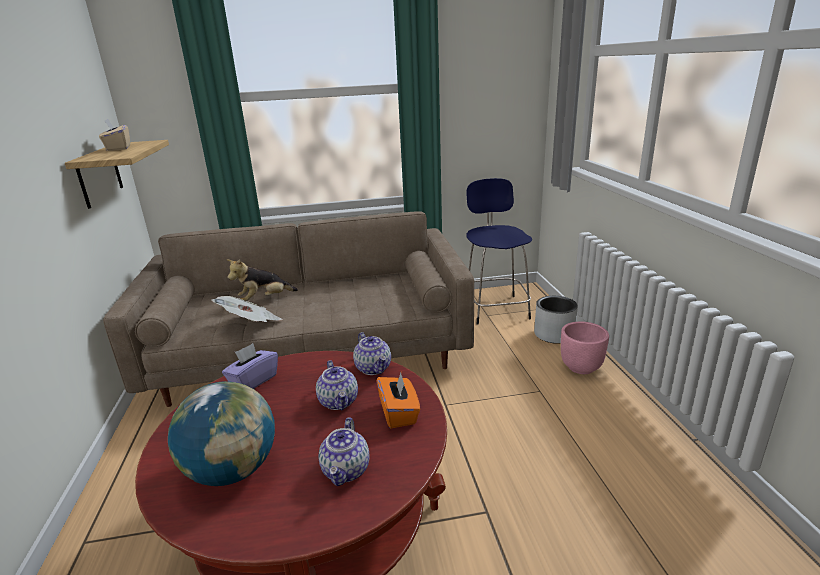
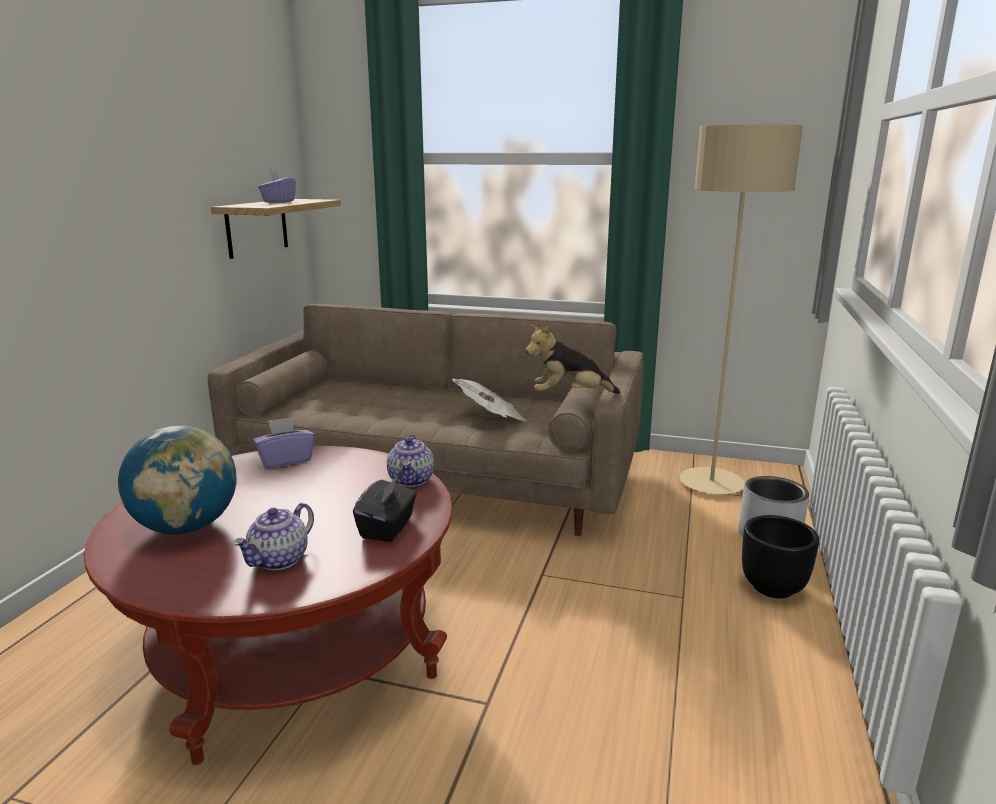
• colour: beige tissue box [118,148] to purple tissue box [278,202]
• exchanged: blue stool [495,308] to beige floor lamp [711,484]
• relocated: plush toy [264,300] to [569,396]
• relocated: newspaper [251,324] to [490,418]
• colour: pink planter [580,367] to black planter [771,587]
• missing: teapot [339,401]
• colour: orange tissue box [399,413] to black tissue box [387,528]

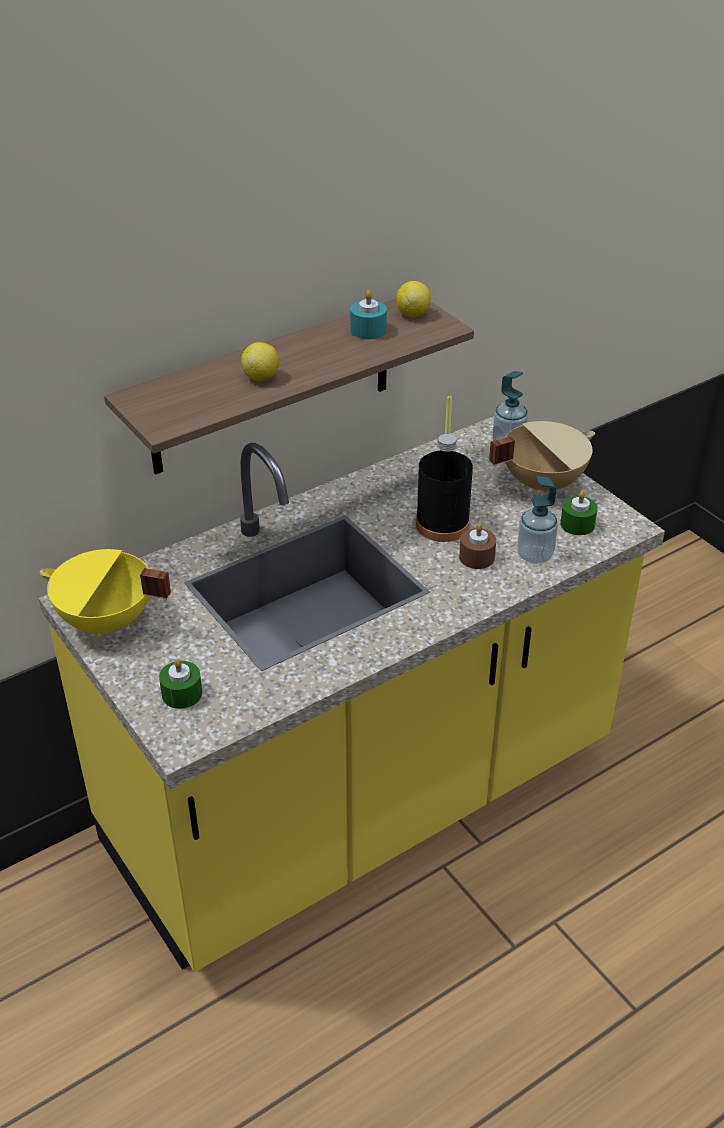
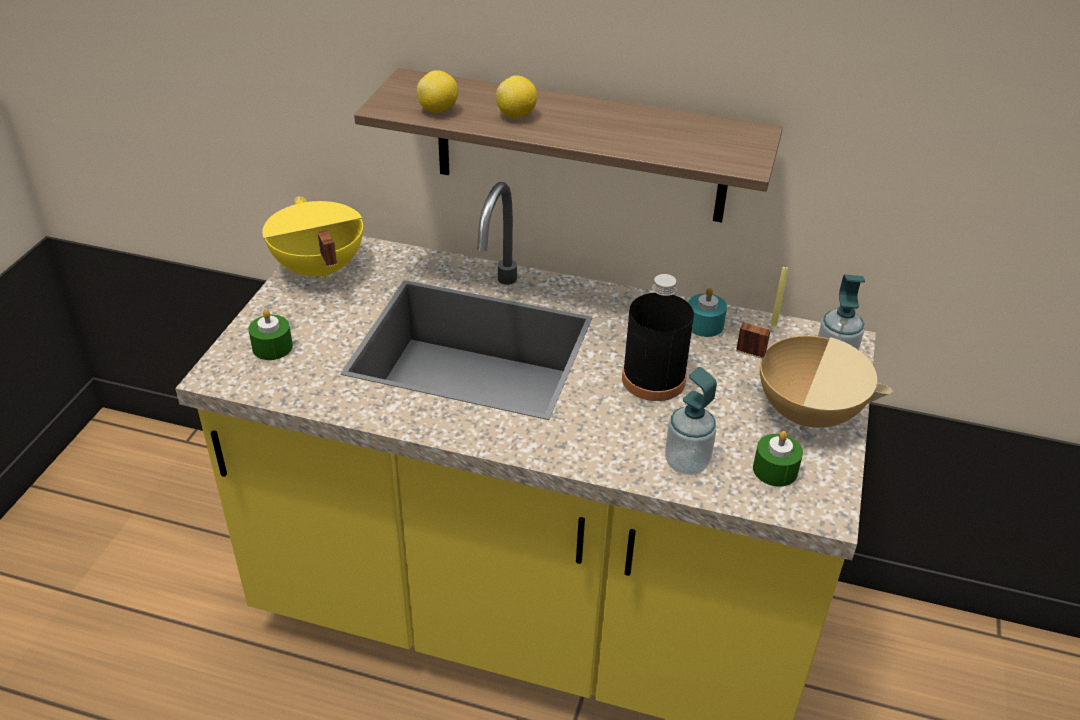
• relocated: lemon [413,314] to [438,110]
• relocated: turquoise candle [368,330] to [704,325]
• missing: brown candle [476,557]

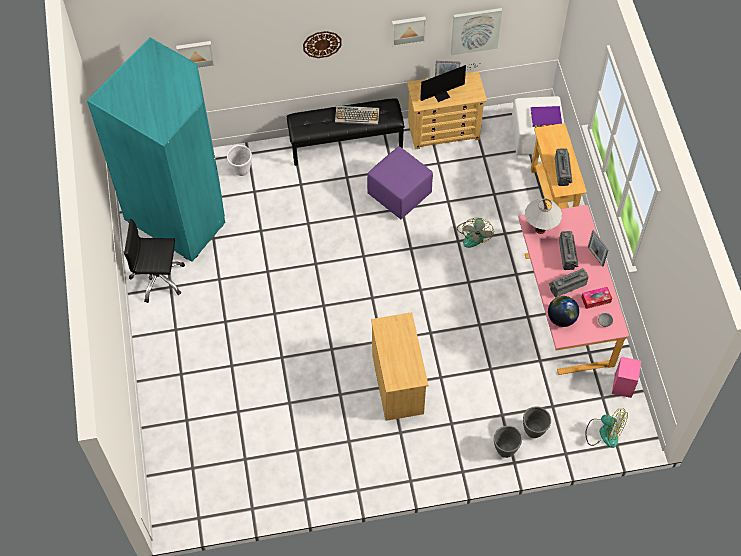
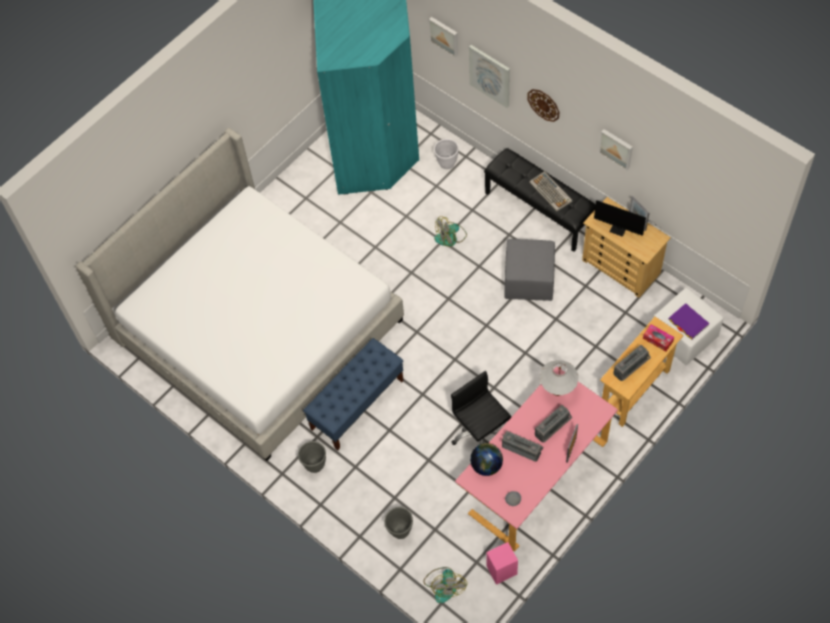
• relocated: picture [475,30] to [490,75]
• colour: purple ottoman [398,194] to grey ottoman [528,280]
• relocated: fan [474,235] to [450,237]
• relocated: black office chair [158,279] to [481,434]
• relocated: tissue box [596,299] to [657,340]
• exchanged: beige dresser [397,383] to blue bench [357,404]
• relocated: grey planter [505,450] to [314,465]
• appeared: bed [257,328]

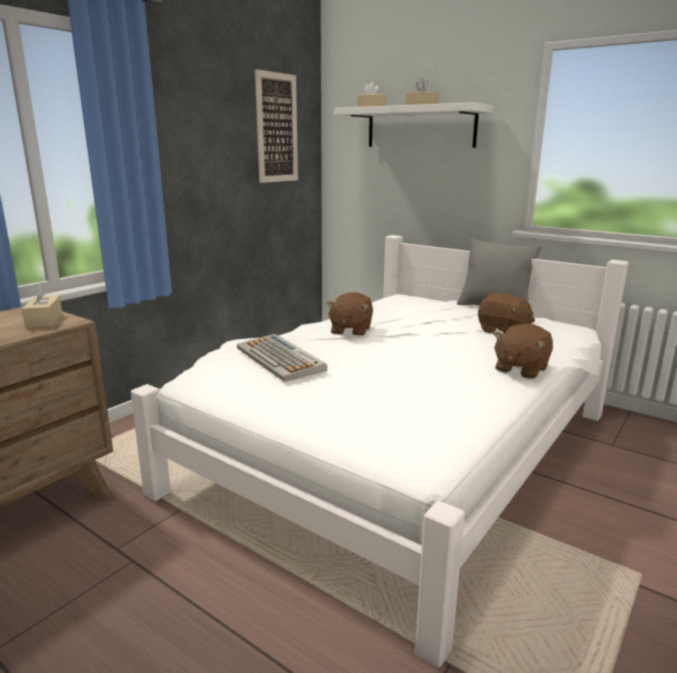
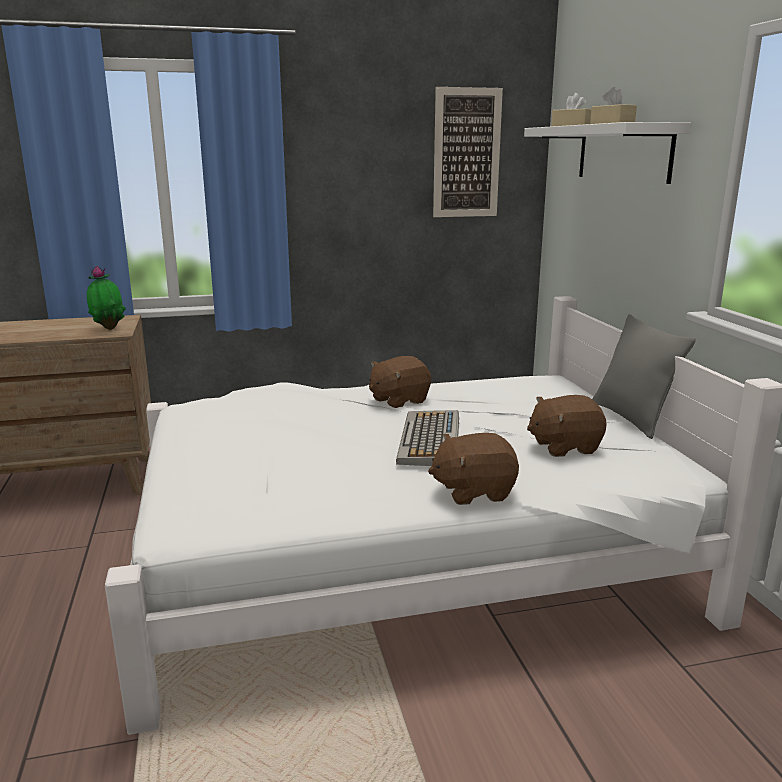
• exchanged: beige tissue box [44,320] to potted plant [109,328]
• spun: brown plush toy [503,331] = [564,446] 90 degrees clockwise
• relocated: keyboard [281,359] to [431,440]

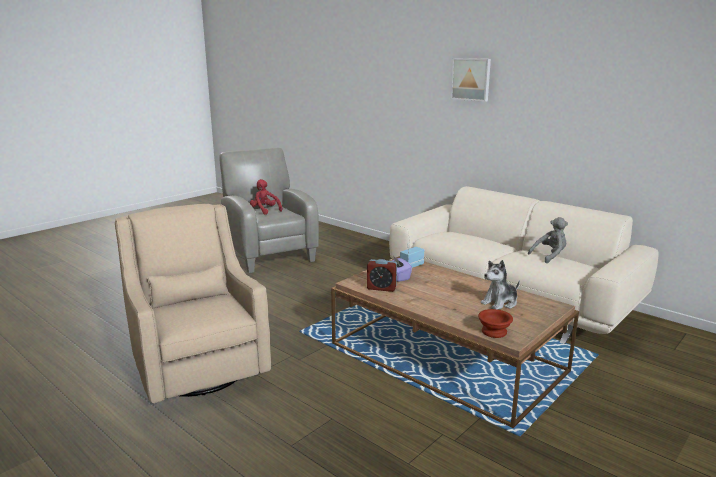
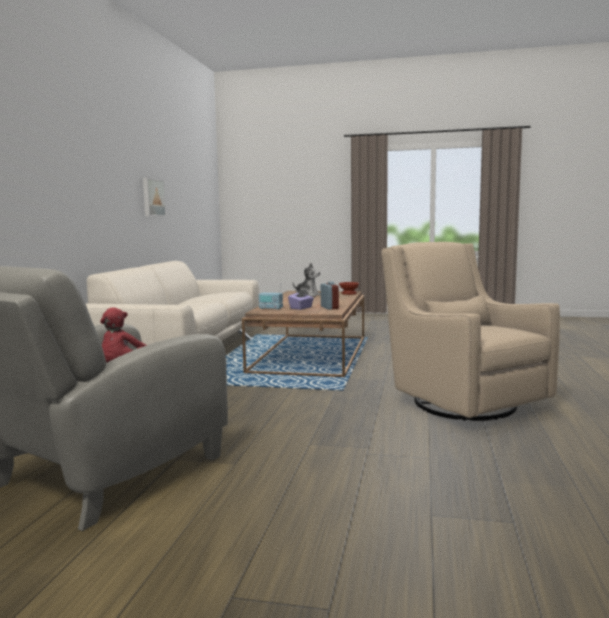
• relocated: picture [471,79] to [152,197]
• spun: beige armchair [198,367] = [461,402] 120 degrees clockwise
• missing: grey plush toy [550,256]

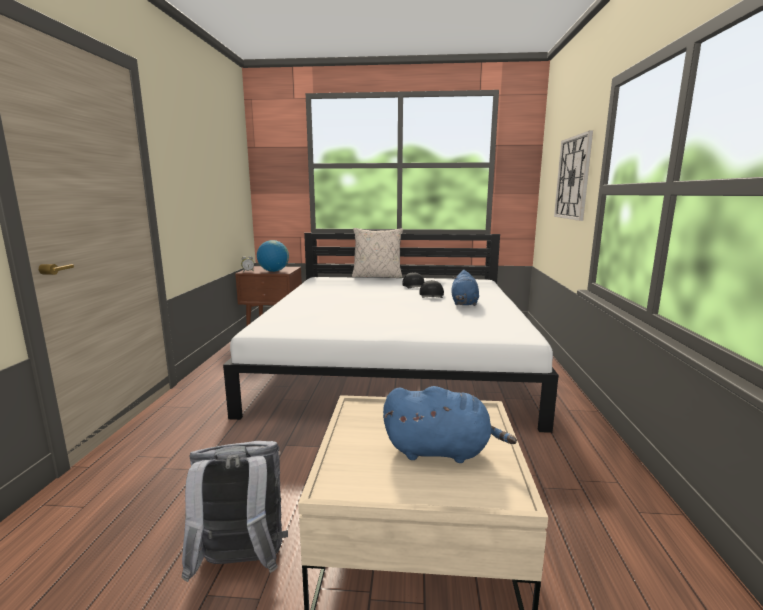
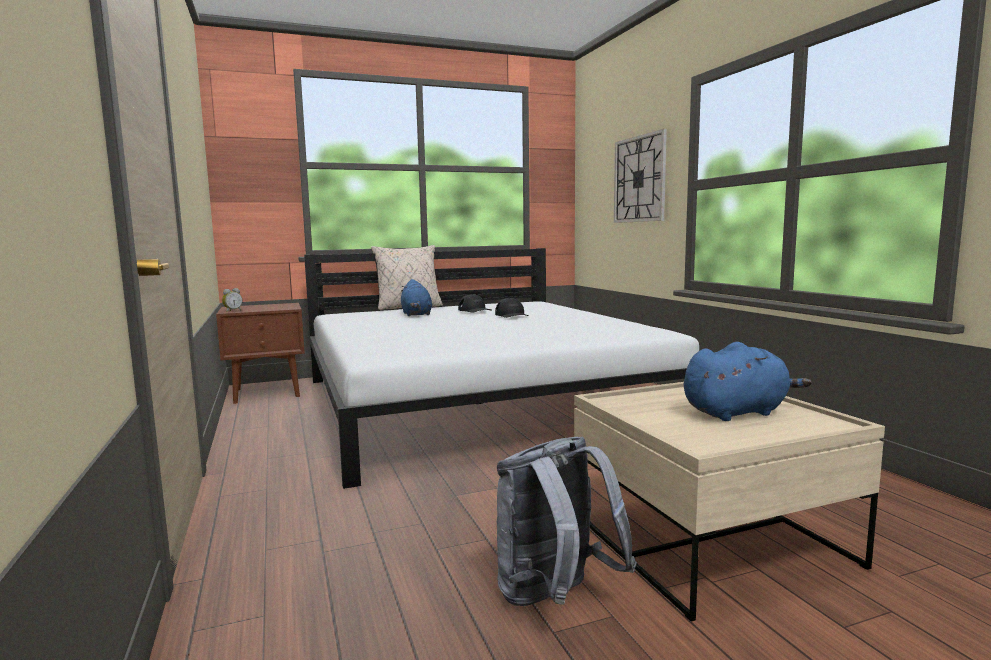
• missing: globe [273,271]
• relocated: blue plush toy [464,303] to [416,314]

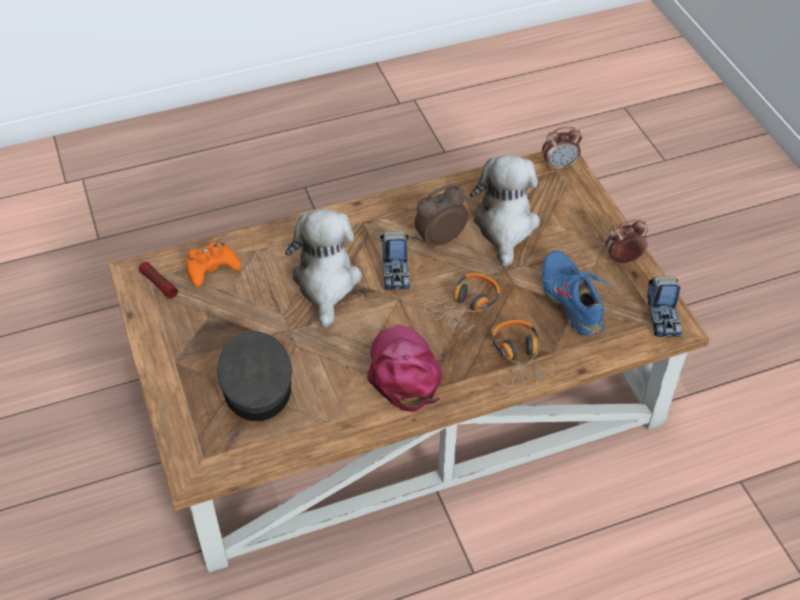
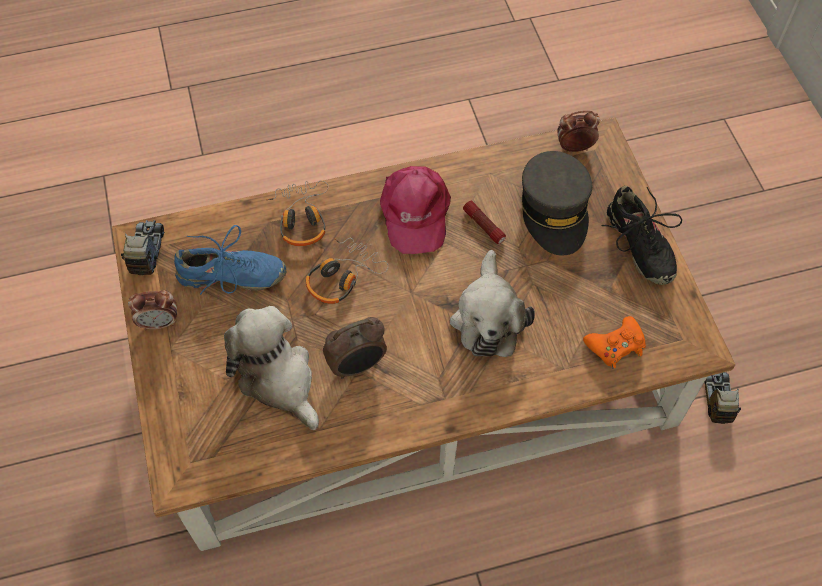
• relocated: alarm clock [559,166] to [574,147]
• spun: plush toy [505,226] = [278,378] 135 degrees clockwise
• relocated: toy truck [396,271] to [717,399]
• spun: blue shoe [572,300] = [232,277] 75 degrees counterclockwise
• relocated: flashlight [158,284] to [484,226]
• appeared: black shoe [638,246]

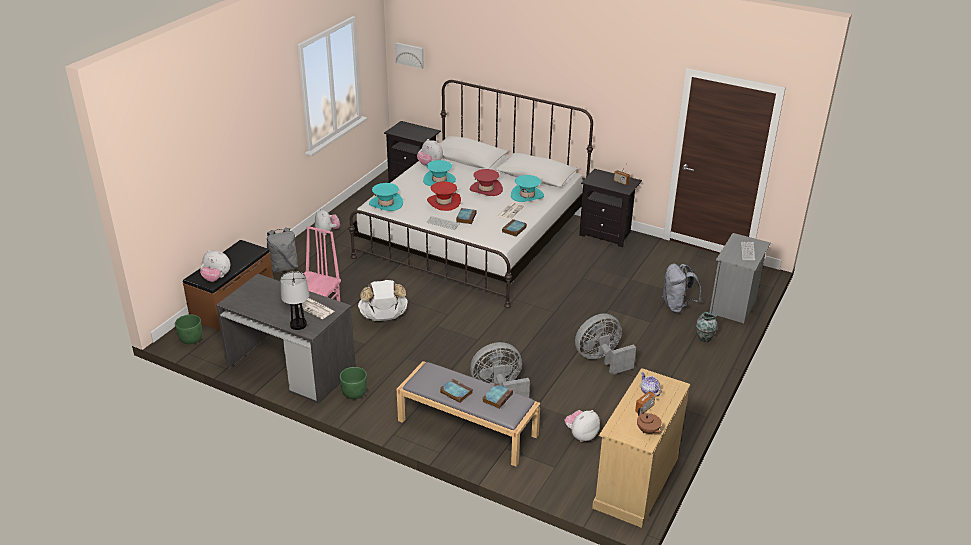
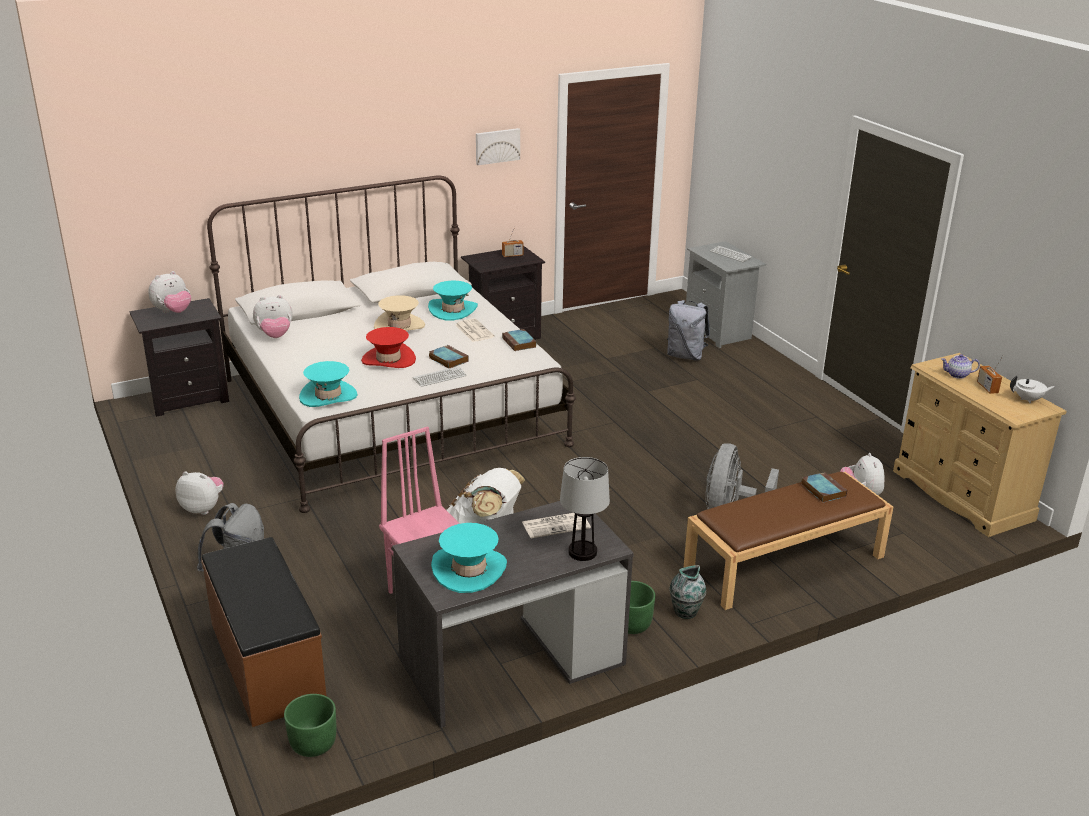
• relocated: picture [410,55] to [497,146]
• relocated: turquoise hat [439,180] to [469,570]
• colour: red hat [486,189] to beige hat [399,326]
• relocated: plush toy [216,278] to [173,312]
• relocated: vase [704,338] to [685,612]
• missing: grey fan [601,360]
• colour: grey bench [466,428] to brown bench [784,563]
• missing: book [455,392]
• colour: brown teapot [648,431] to white teapot [1028,399]

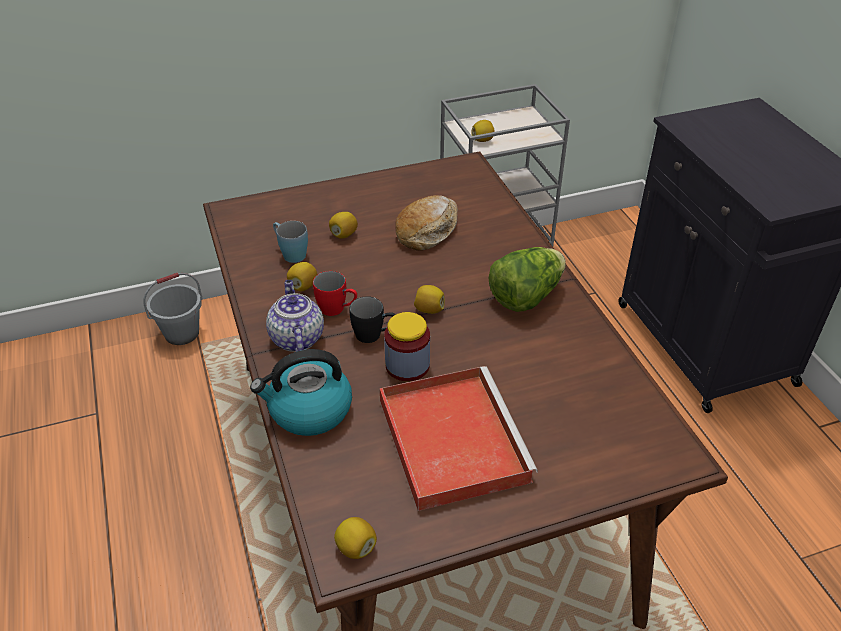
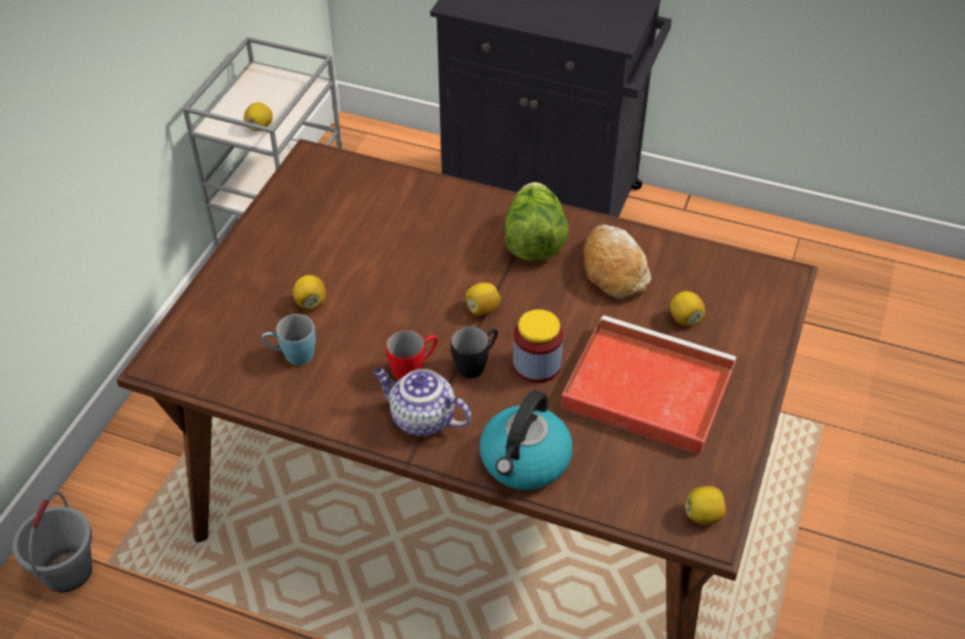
• relocated: bread [427,230] to [613,270]
• relocated: lemon [303,286] to [685,319]

